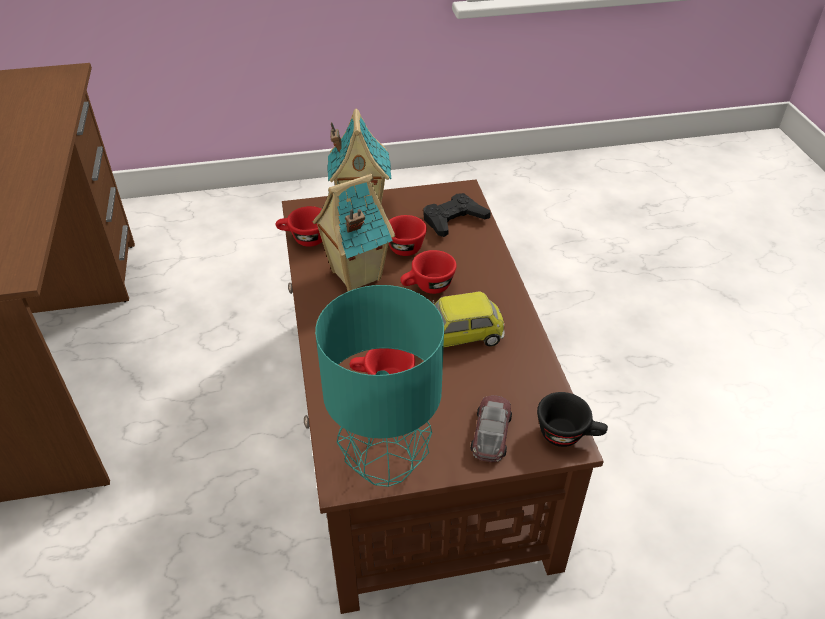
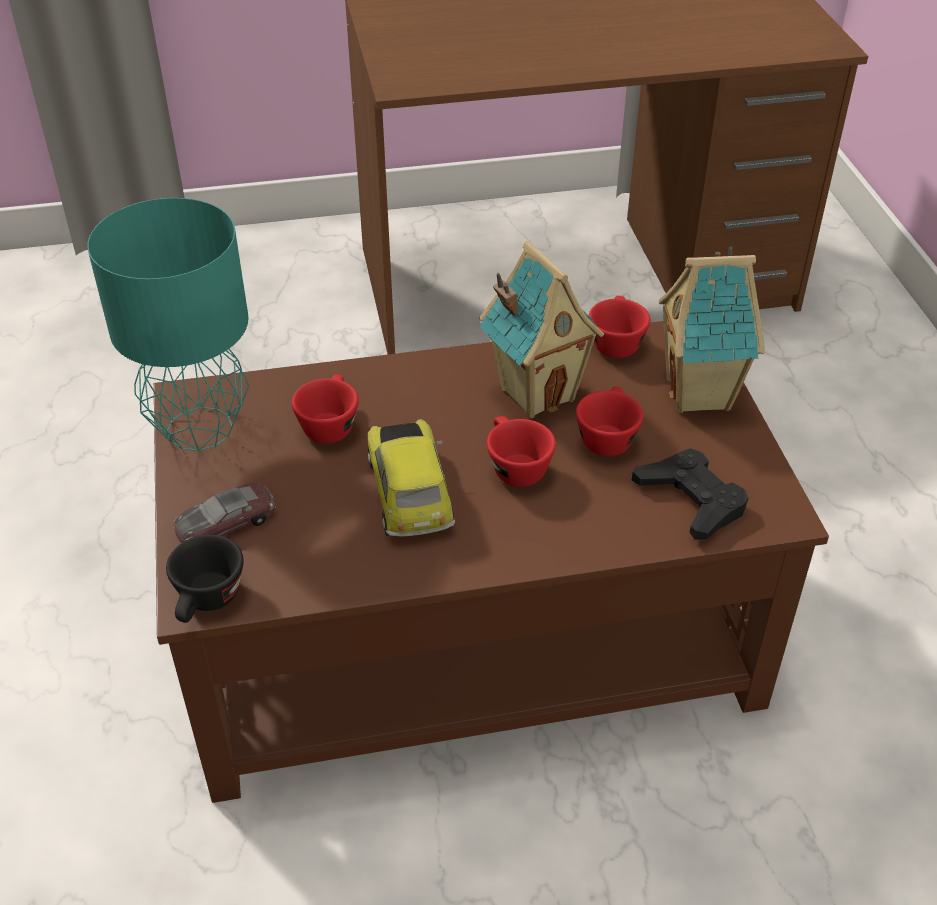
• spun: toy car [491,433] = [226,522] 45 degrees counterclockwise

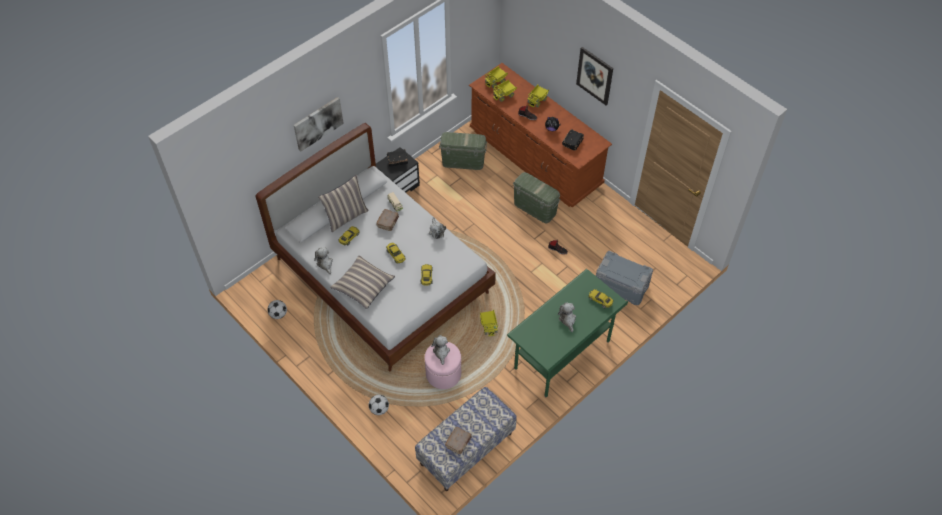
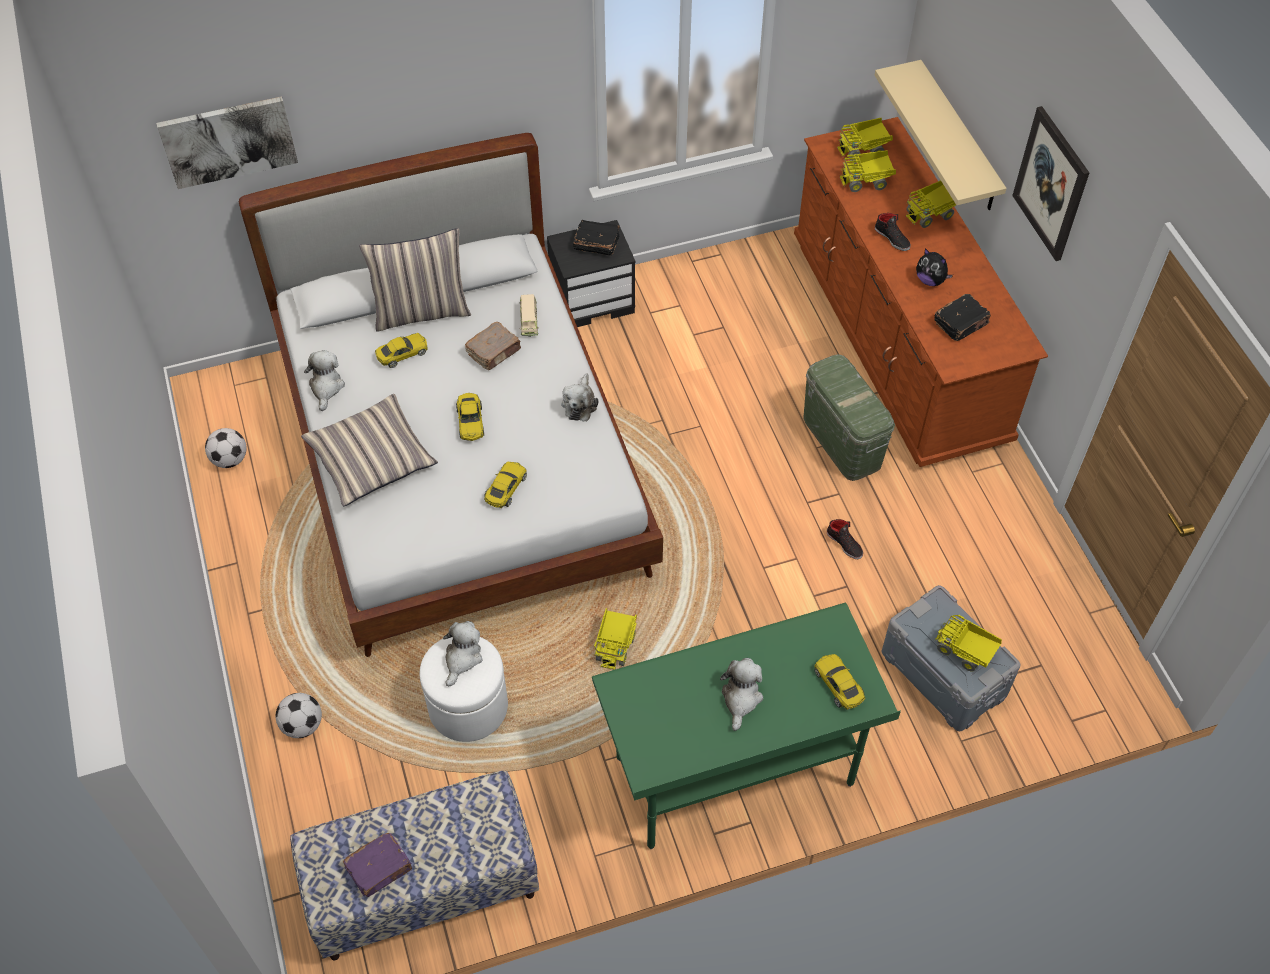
• relocated: picture [318,123] to [228,141]
• missing: green storage box [463,161]
• colour: pink ottoman [443,373] to white ottoman [468,706]
• colour: brown book [458,442] to purple book [380,868]
• appeared: beige shelf [958,138]
• appeared: toy truck [965,652]

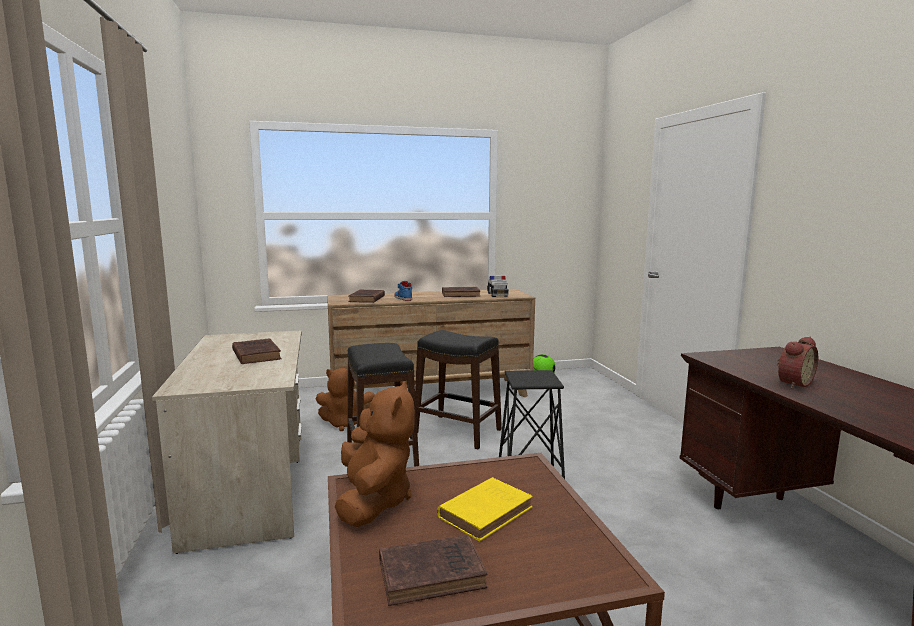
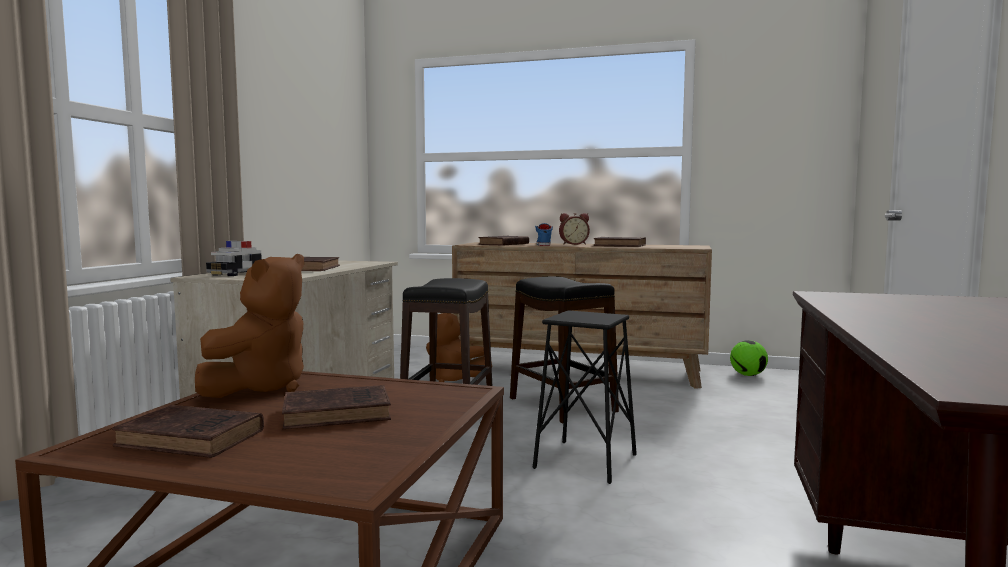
• relocated: toy car [497,294] to [237,274]
• relocated: alarm clock [792,383] to [573,244]
• colour: yellow book [487,511] to brown book [340,413]

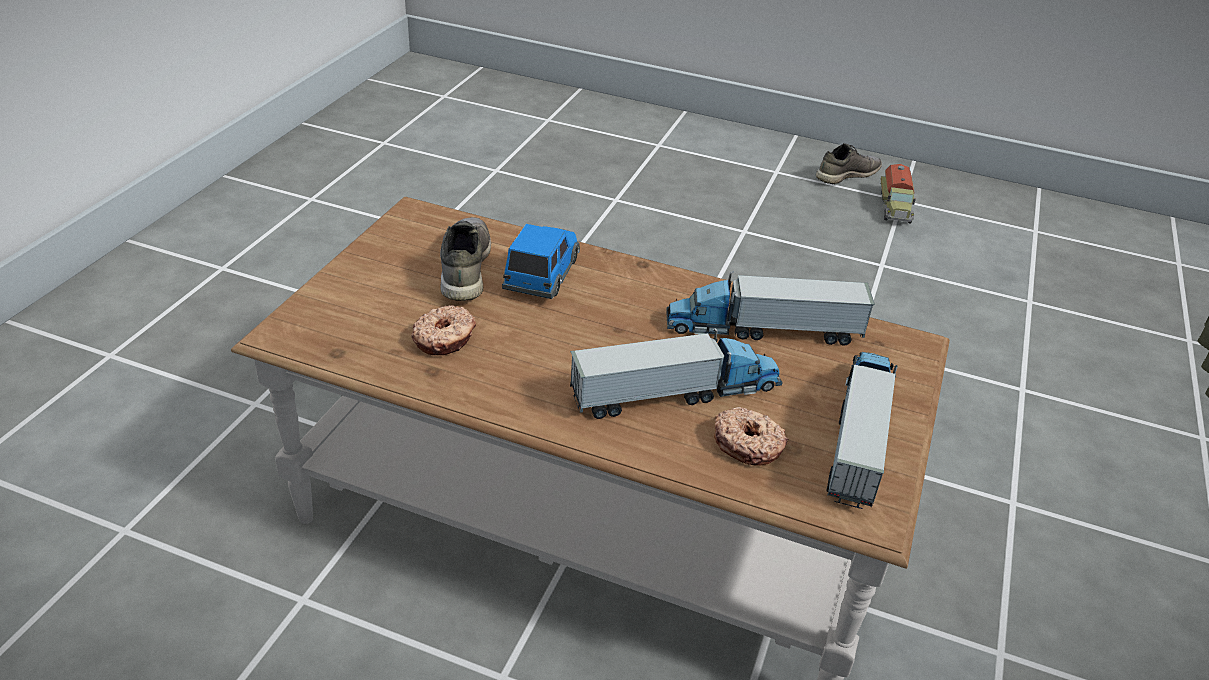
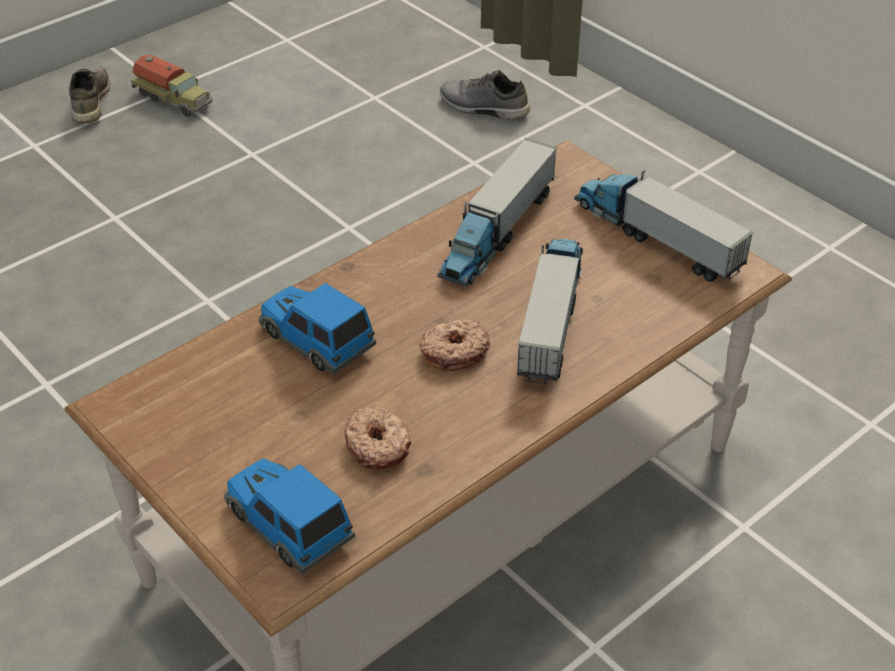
• relocated: grey shoe [463,268] to [483,108]
• relocated: donut [748,443] to [454,352]
• appeared: toy car [287,525]

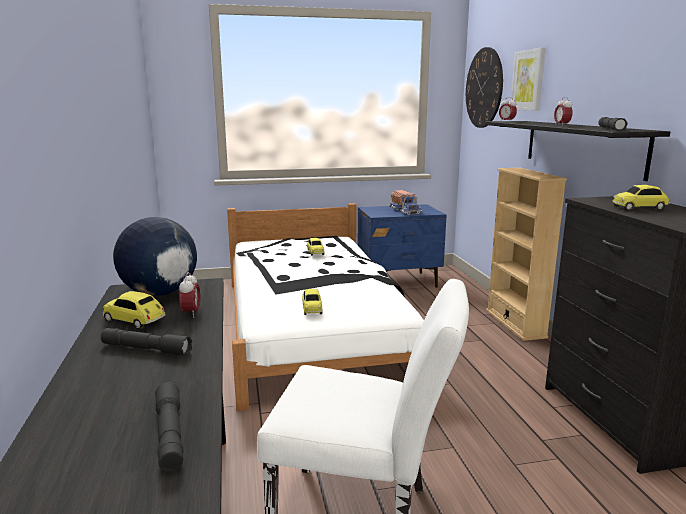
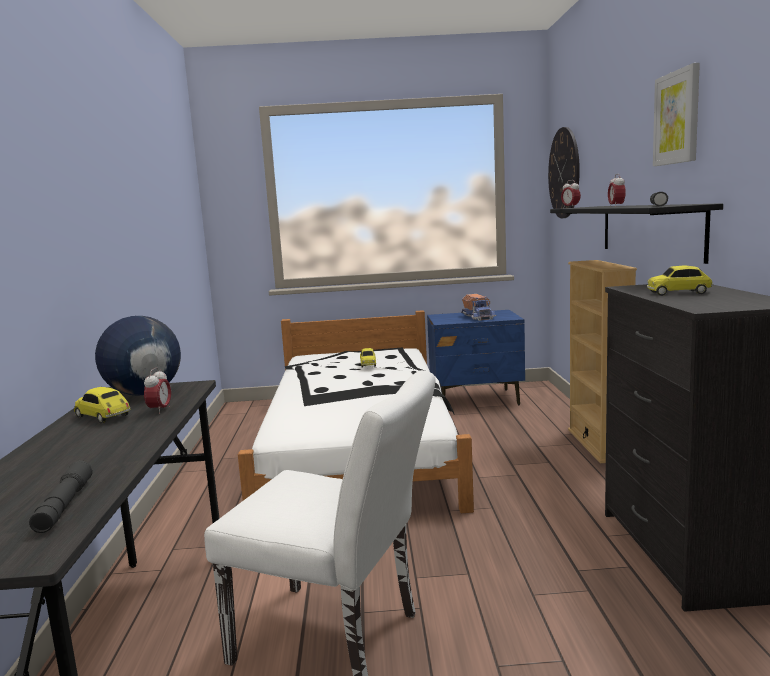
• relocated: picture [528,80] to [677,118]
• missing: toy car [312,308]
• missing: grey flashlight [146,349]

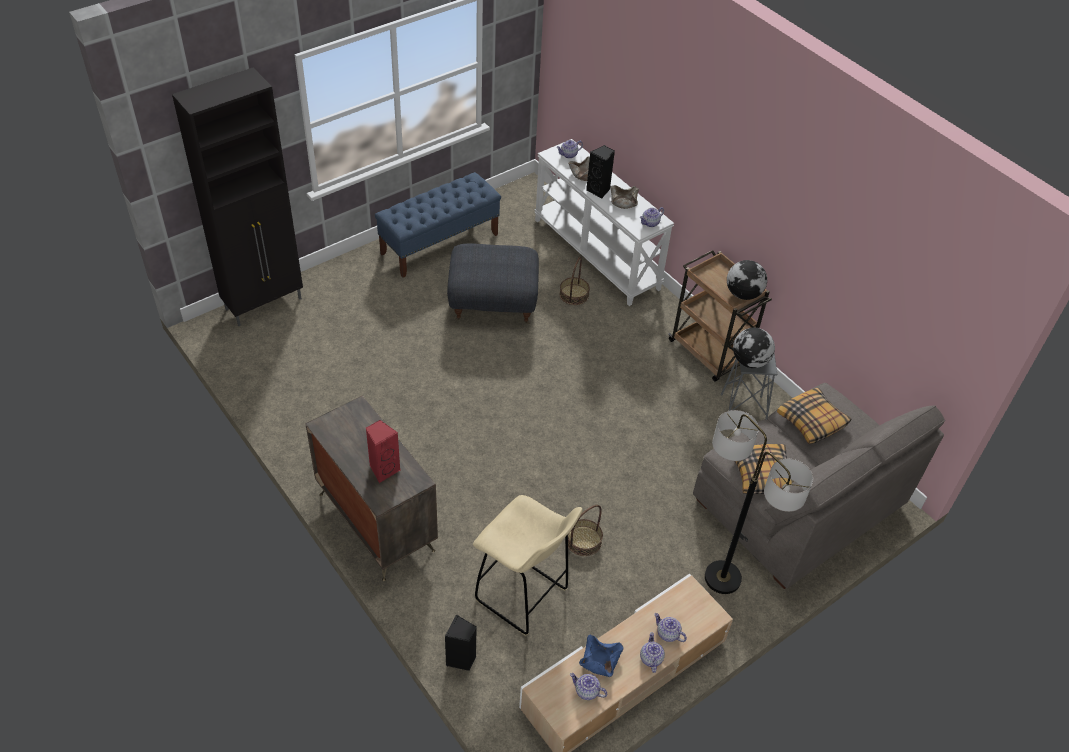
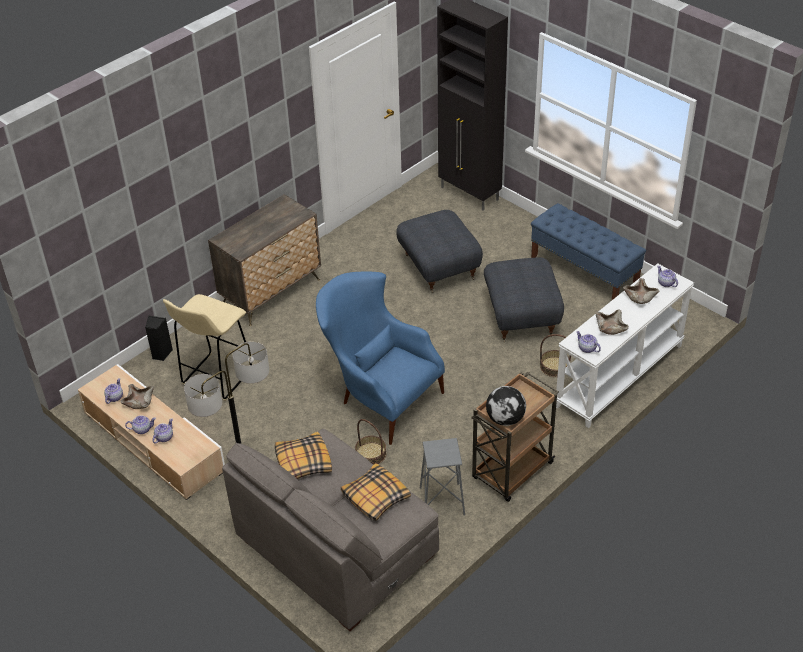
• missing: black speaker [599,190]
• missing: globe [749,361]
• missing: red speaker [383,469]
• relocated: basket [583,541] to [370,454]
• colour: blue bowl [600,660] to beige bowl [139,402]
• appeared: grey ottoman [438,268]
• appeared: blue armchair [379,396]

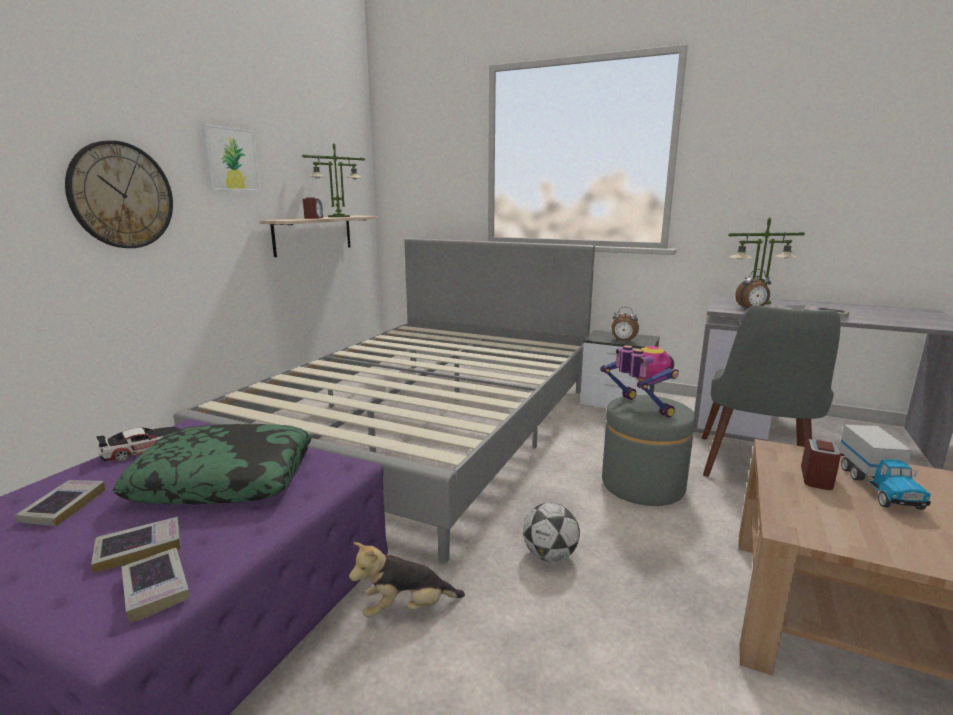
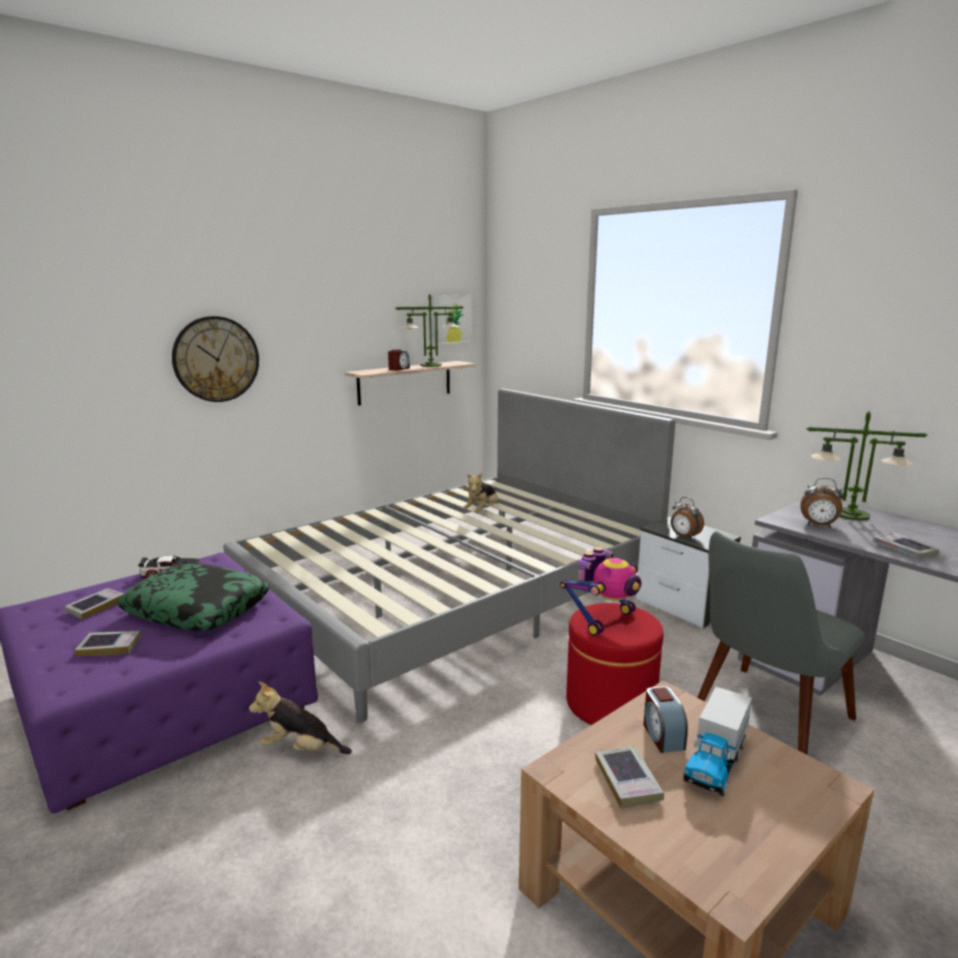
• relocated: picture [231,159] to [452,319]
• spun: toy robot [639,408] = [604,619] 45 degrees clockwise
• colour: grey ottoman [642,485] to red ottoman [610,703]
• spun: alarm clock [817,478] = [662,735] 120 degrees clockwise
• missing: football [550,555]
• relocated: book [156,588] to [627,781]
• appeared: plush toy [482,511]

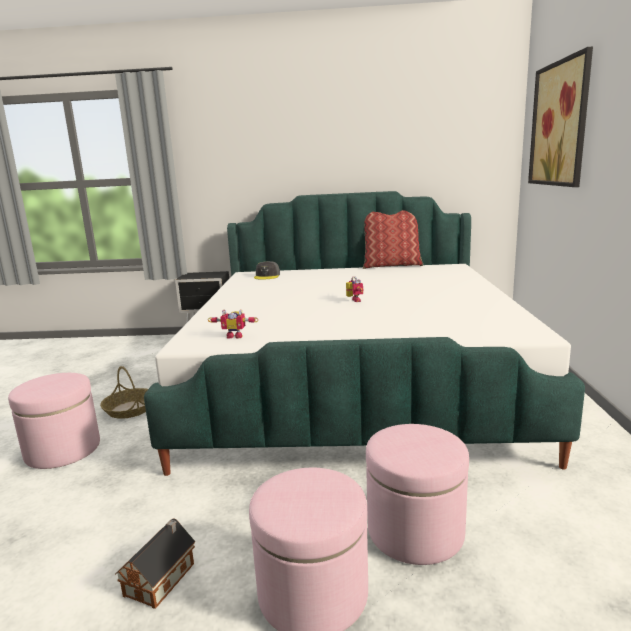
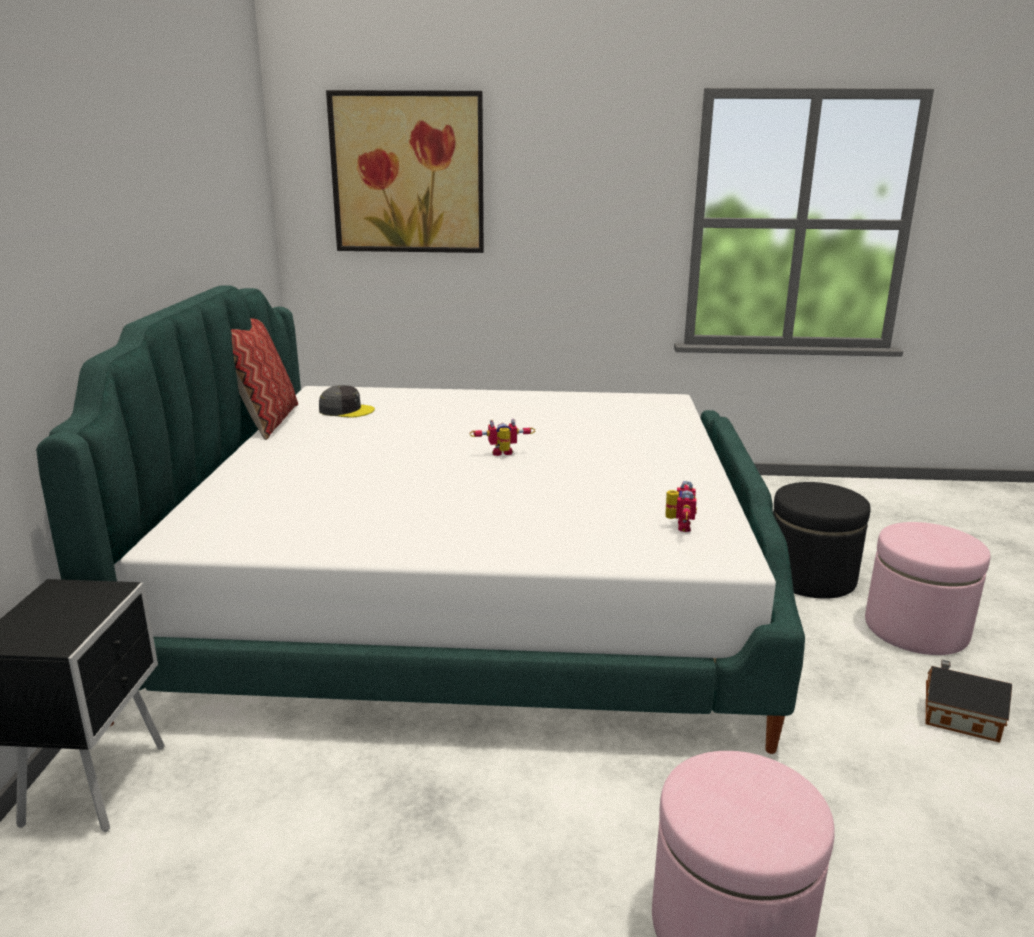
• relocated: grey cap [267,276] to [346,410]
• missing: basket [130,409]
• colour: pink ottoman [415,531] to black ottoman [810,577]

